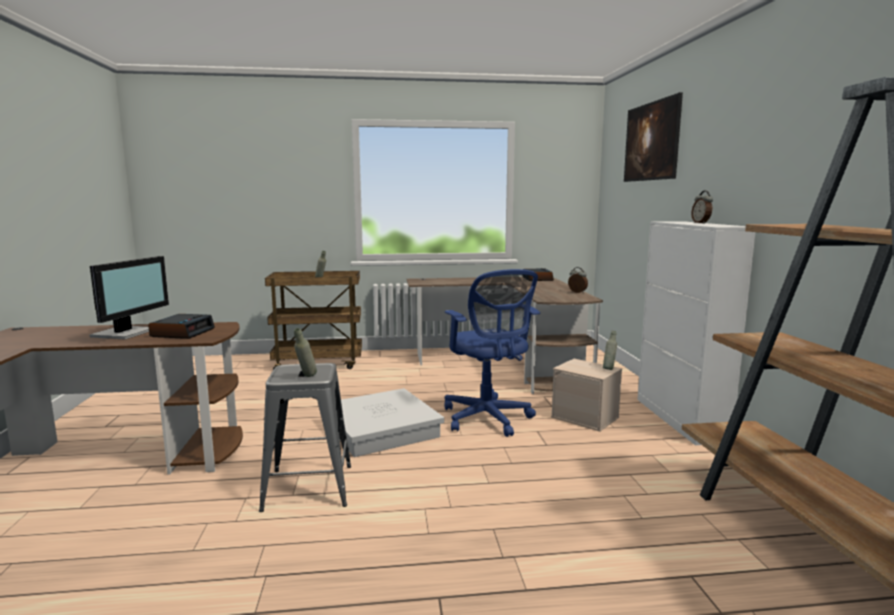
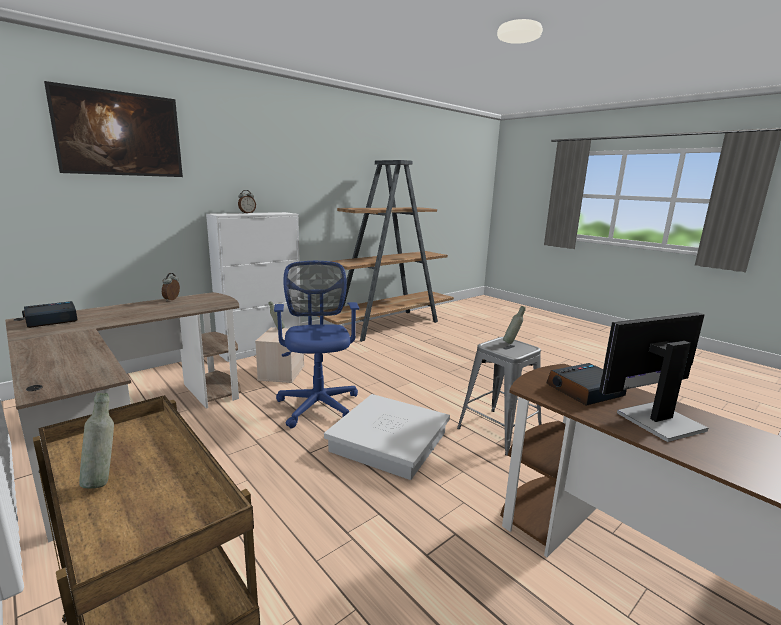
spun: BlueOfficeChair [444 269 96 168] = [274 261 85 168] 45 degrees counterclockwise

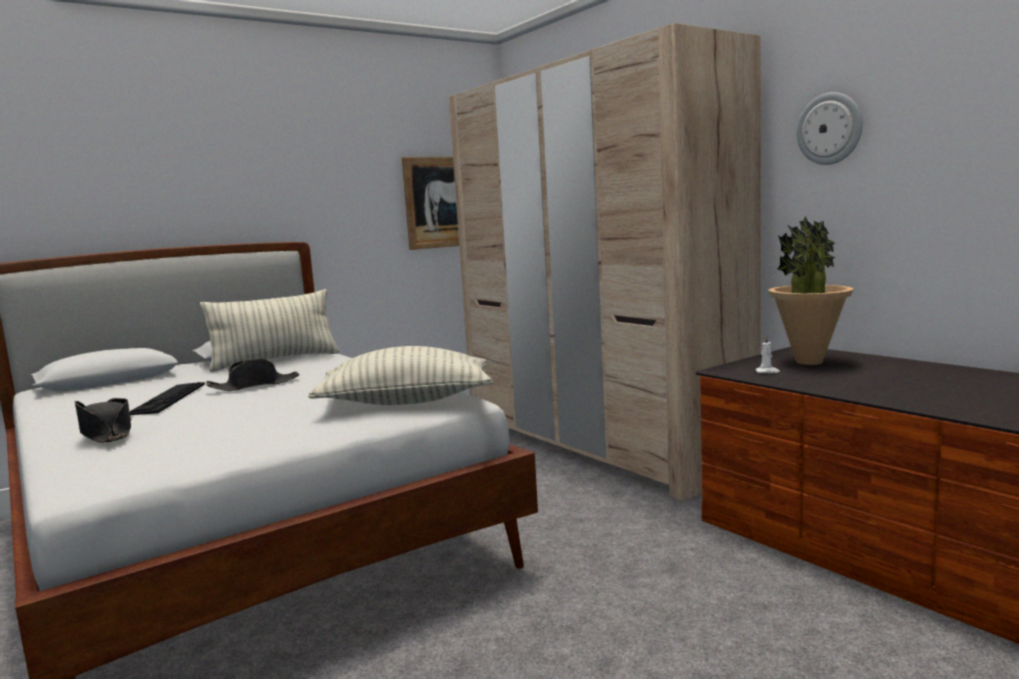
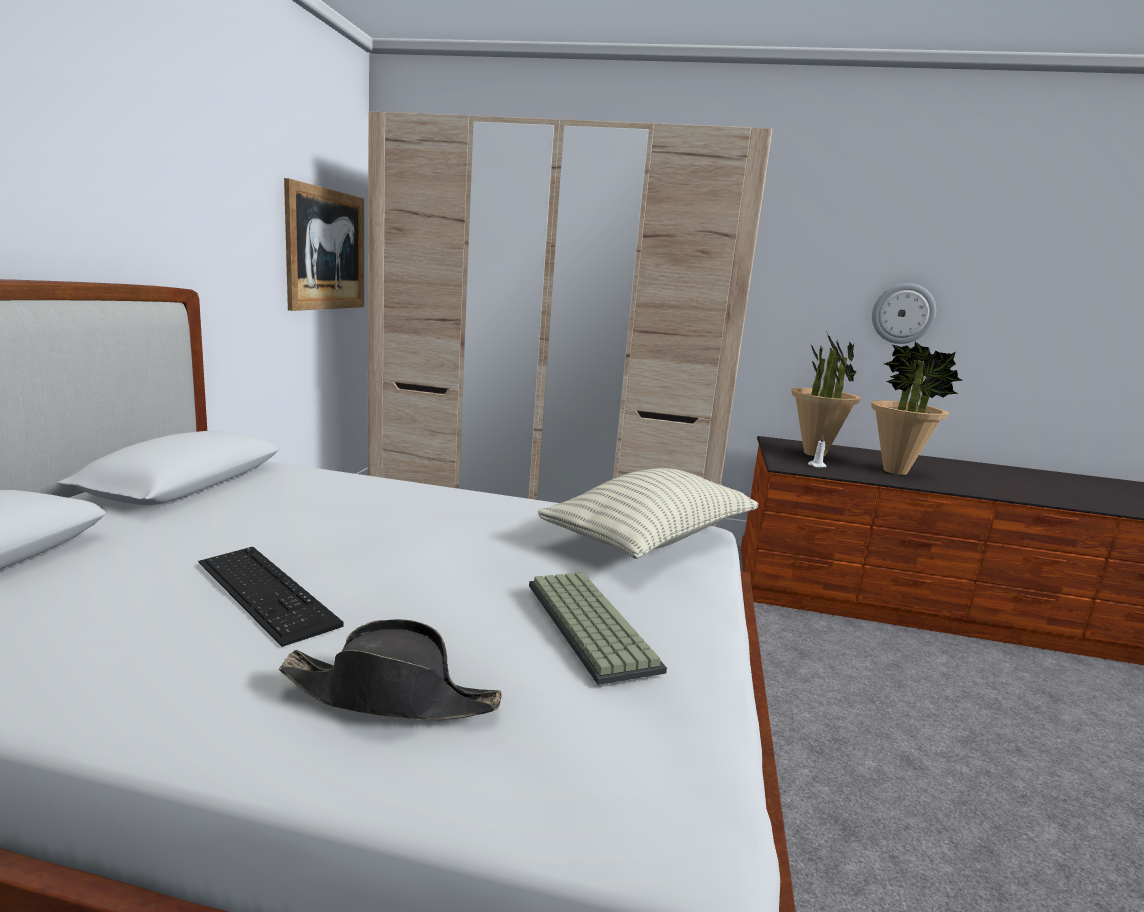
missing: Pillow [200 289 139 83]; BlackHat [206 359 93 32]
appeared: Keyboard [529 572 138 113]; PottedPlant [871 342 91 133]
relocated: WallClock [797 92 65 73] to [872 283 64 61]

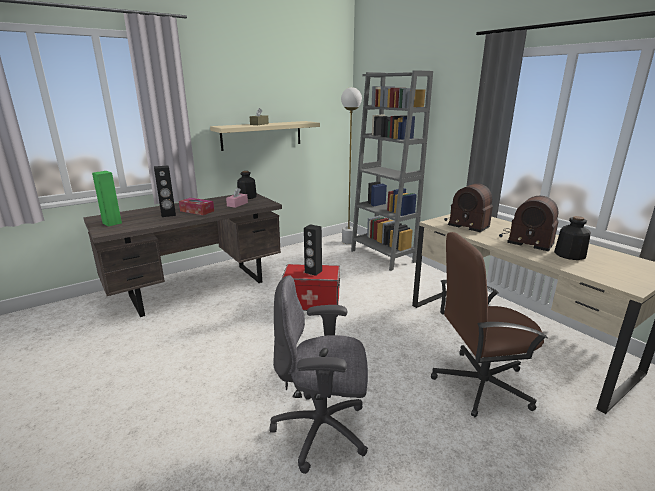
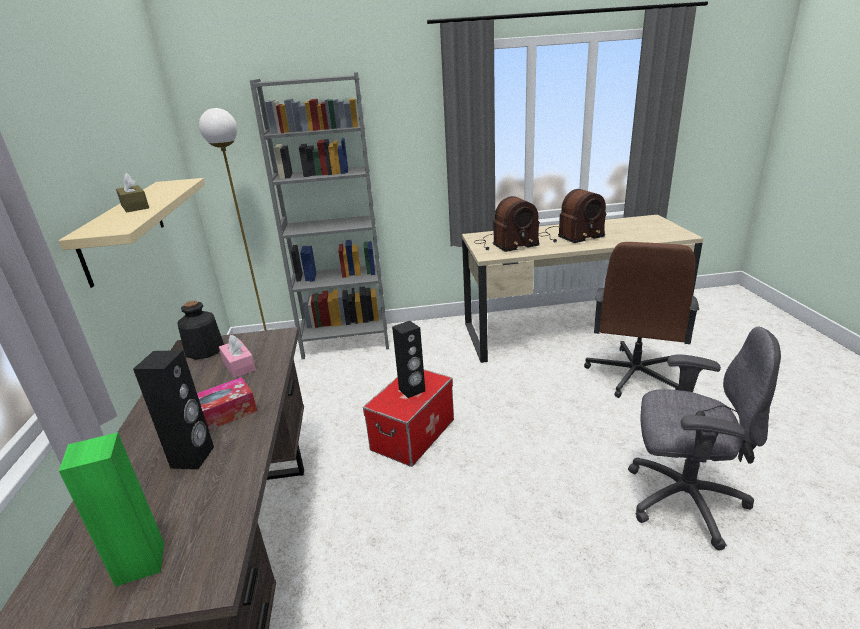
missing: Bottle [554 216 37 44]
spun: GreyOfficeChair [269 275 99 199] = [628 327 153 223] 105 degrees counterclockwise

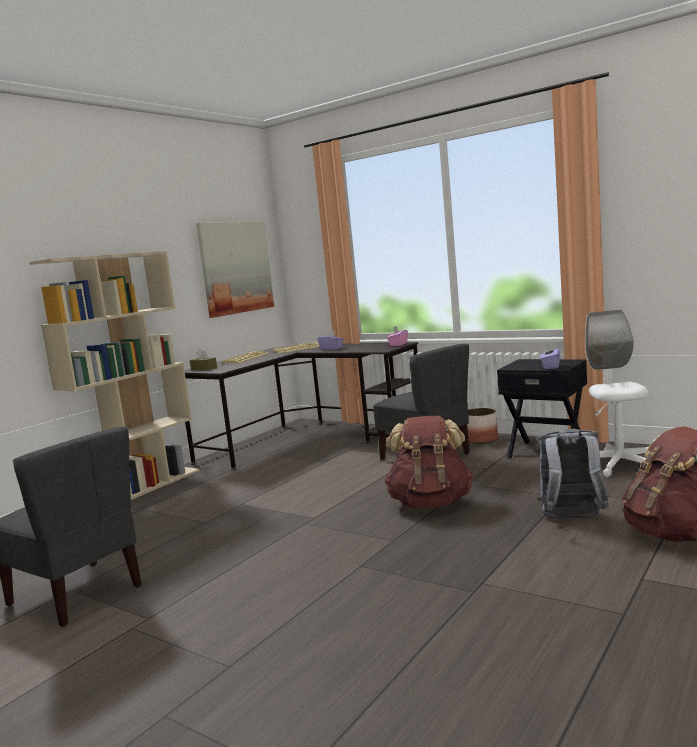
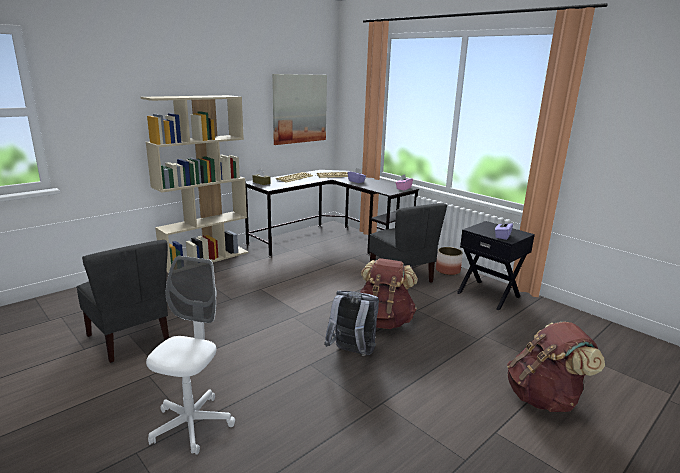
relocated: WhiteOfficeChair [585 310 64 167] to [146 256 89 199]; GreyBackpack [537 429 73 89] to [324 291 55 65]

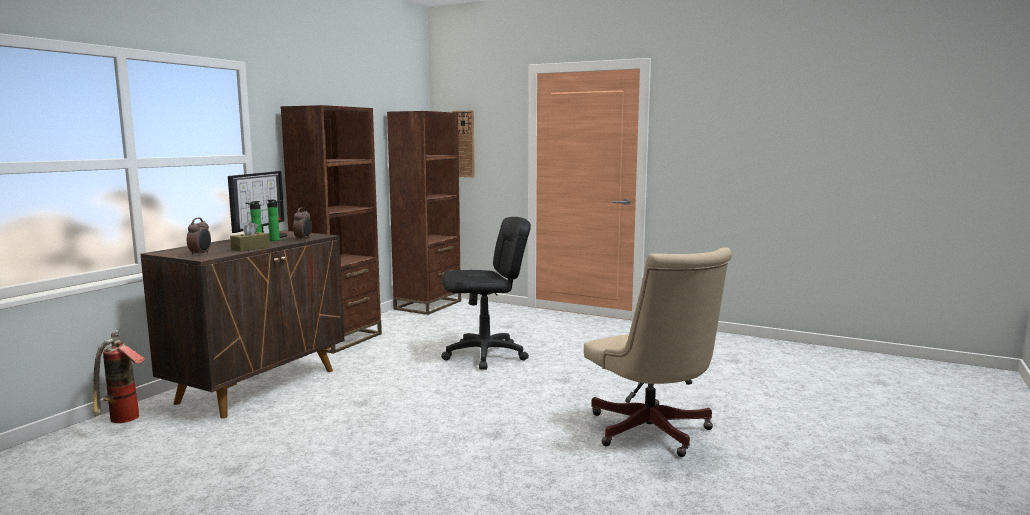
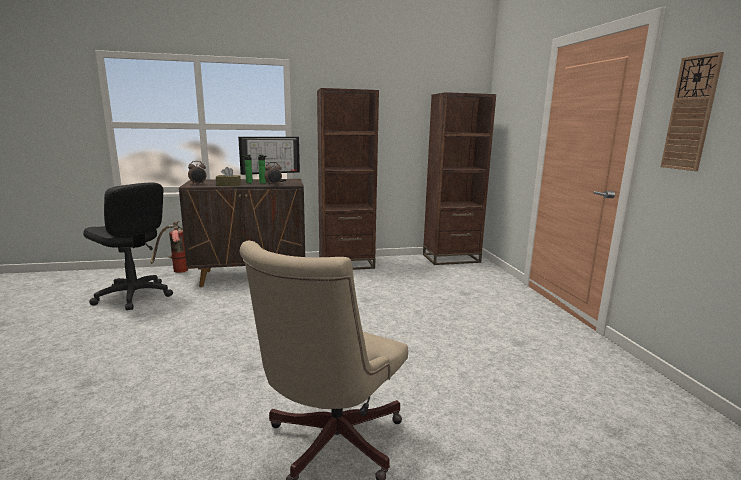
relocated: BlackOfficeChair [441 217 90 153] to [83 182 90 128]; WallClock [452 110 23 67] to [661 52 63 119]

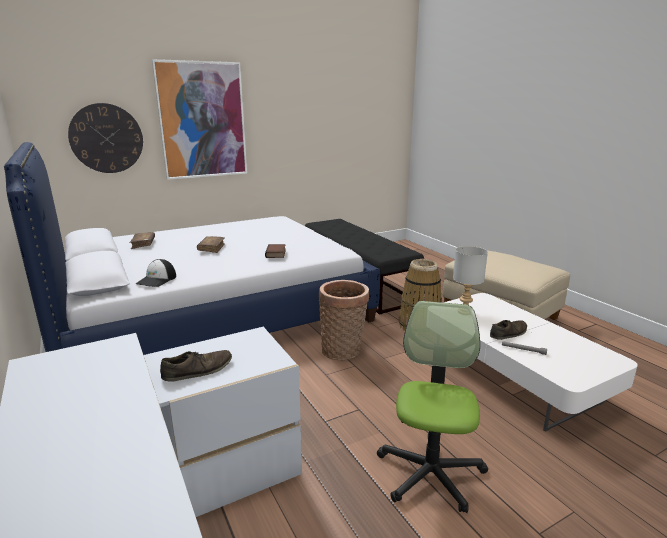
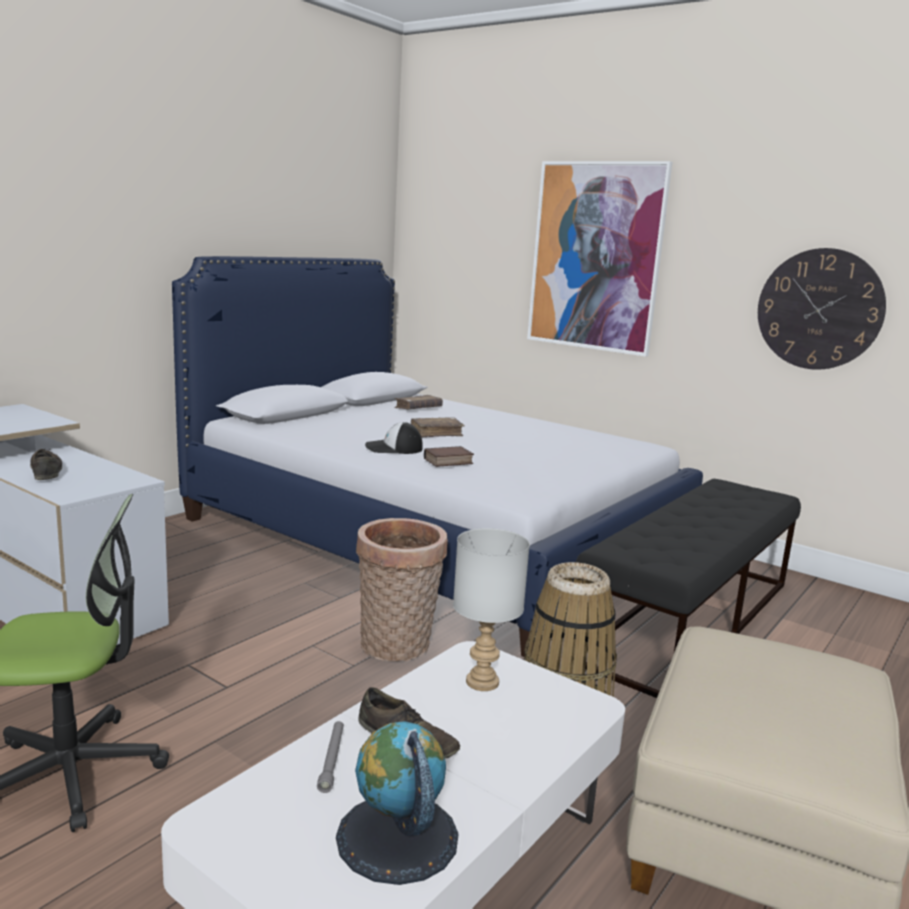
appeared: Globe [336 721 123 164]
relocated: Cap [136 259 40 28] to [365 422 58 32]; WallClock [68 103 75 70] to [758 248 128 122]
spun: BrownShoe [160 350 72 32] = [30 449 32 31] 150 degrees counterclockwise

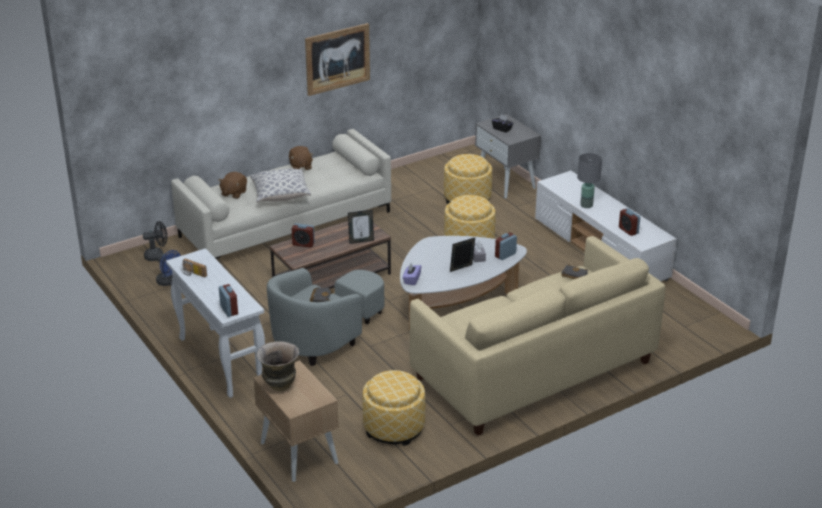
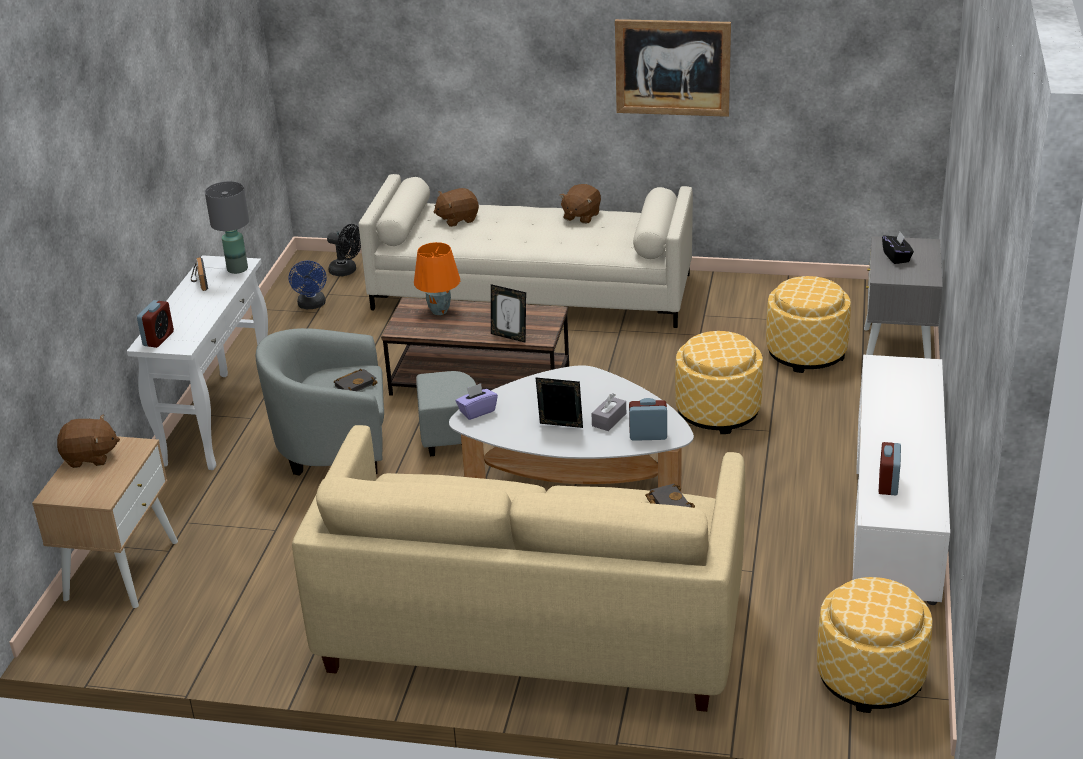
missing: Pillow [250 168 61 35]
relocated: GreyTableLamp [577 153 25 55] to [205 181 44 93]; Ottoman [363 370 62 76] to [817 577 116 136]
exchanged: Vase [257 341 42 50] to BrownPlushToy [57 415 63 53]; AlarmClock [292 223 23 25] to OrangeTableLamp [414 242 46 73]

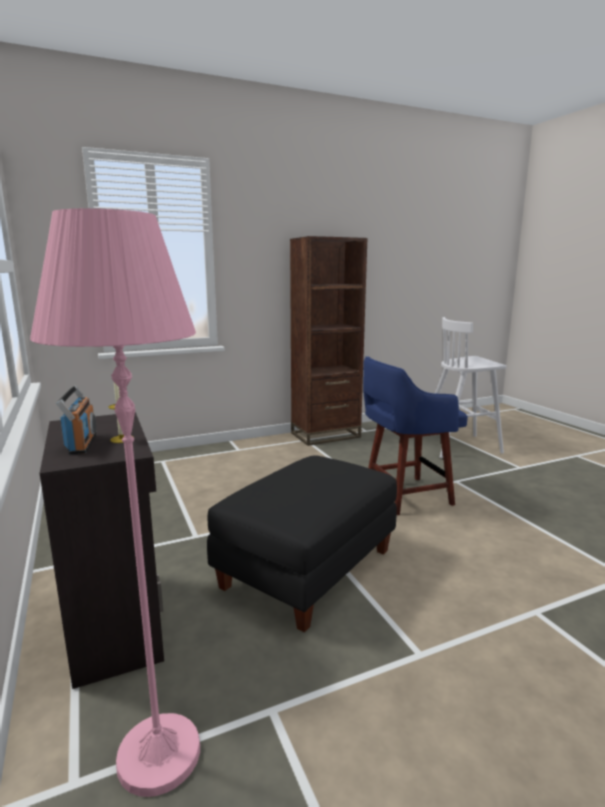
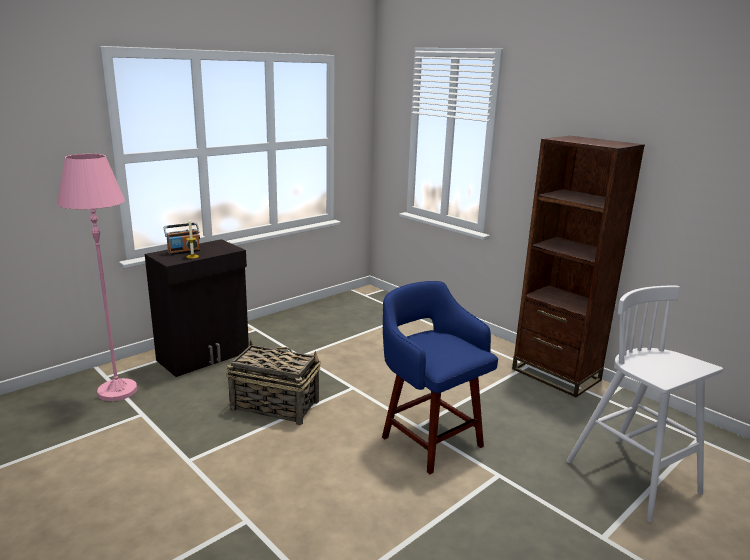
exchanged: BlackOttoman [207 455 190 177] to Basket [226 340 95 85]

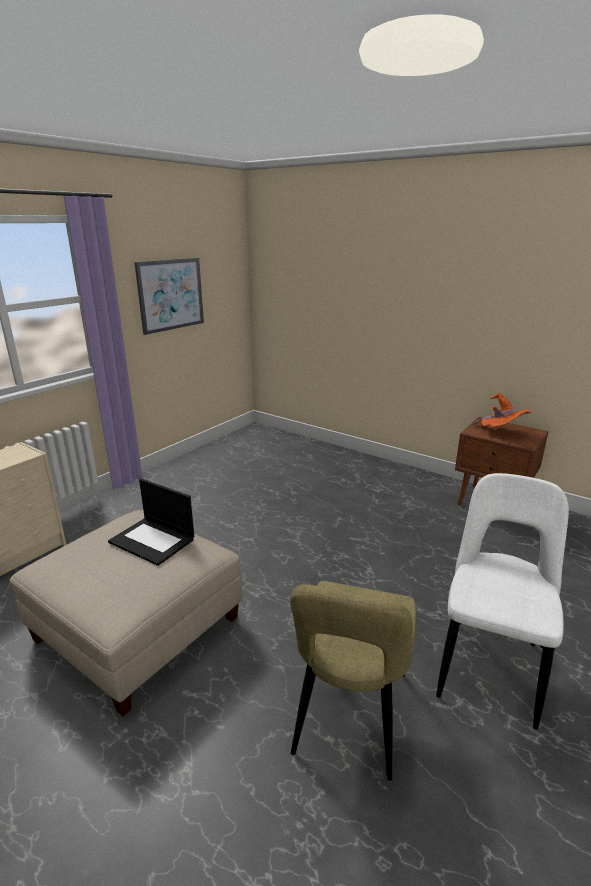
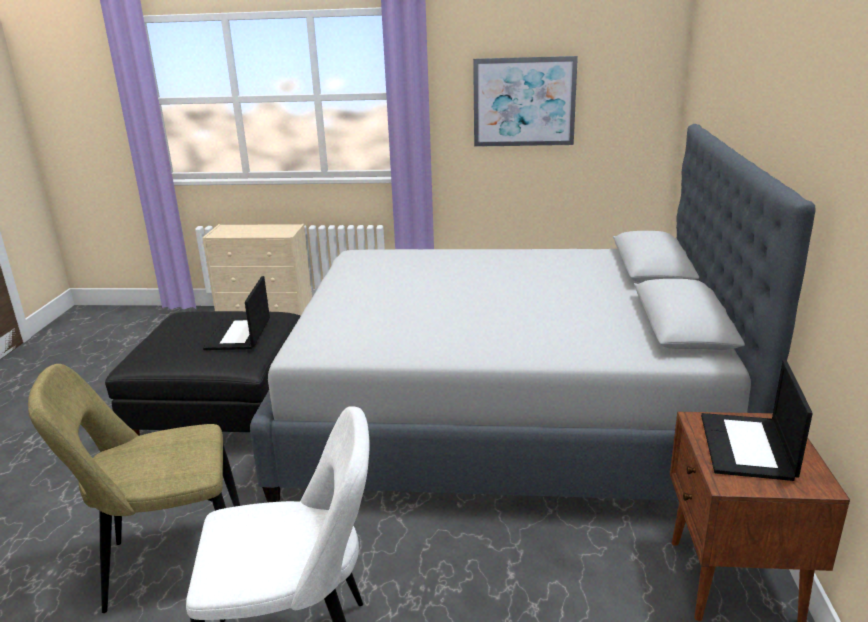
appeared: GreyBed [250 124 565 378]
exchanged: OrangeHat [472 392 60 35] to Laptop [701 360 112 121]
colour: BeigeOttoman [10 510 232 206] to BlackOttoman [105 311 195 125]

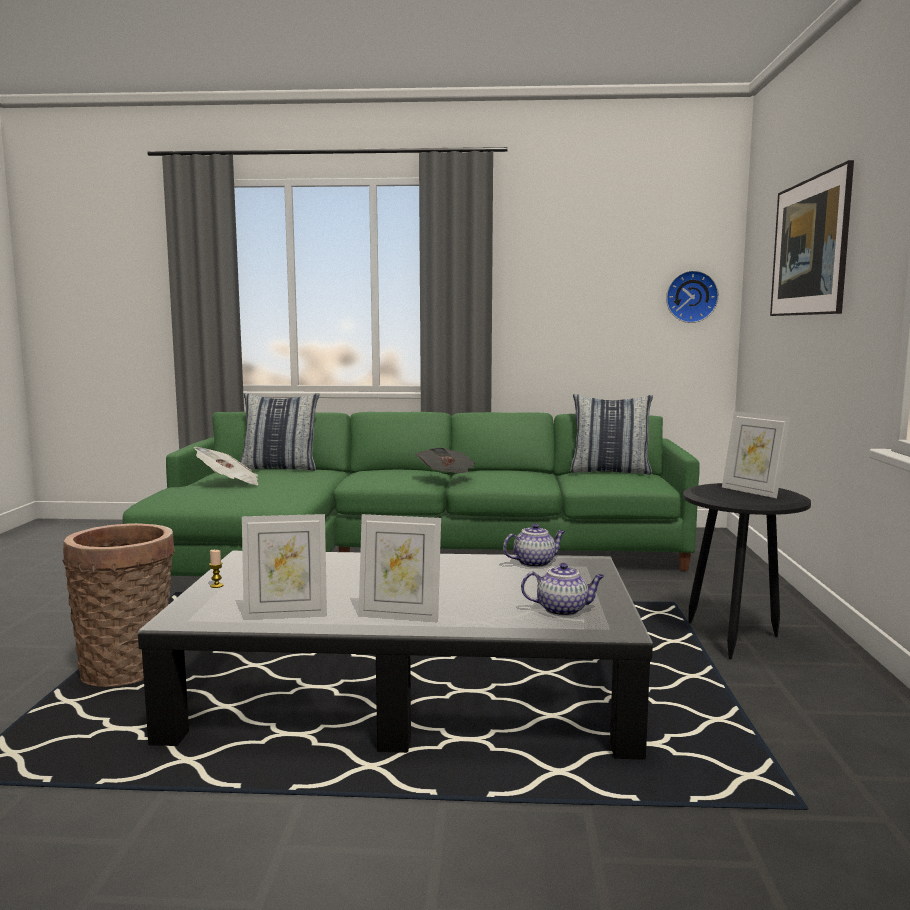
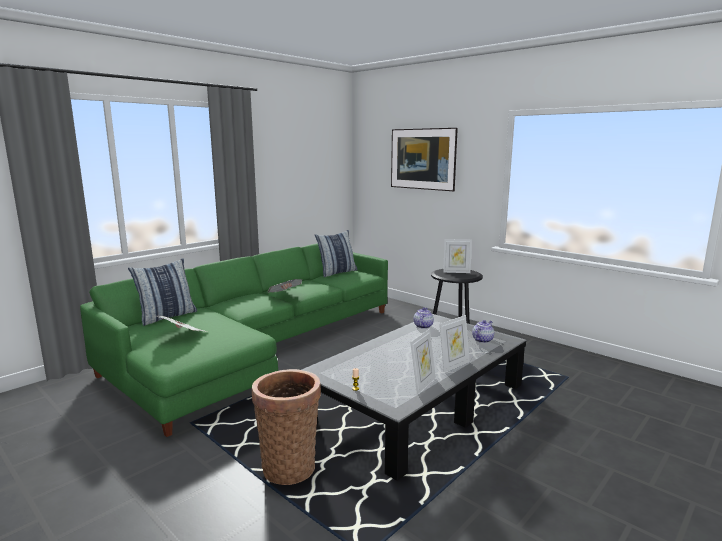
missing: WallClock [666 270 53 53]

